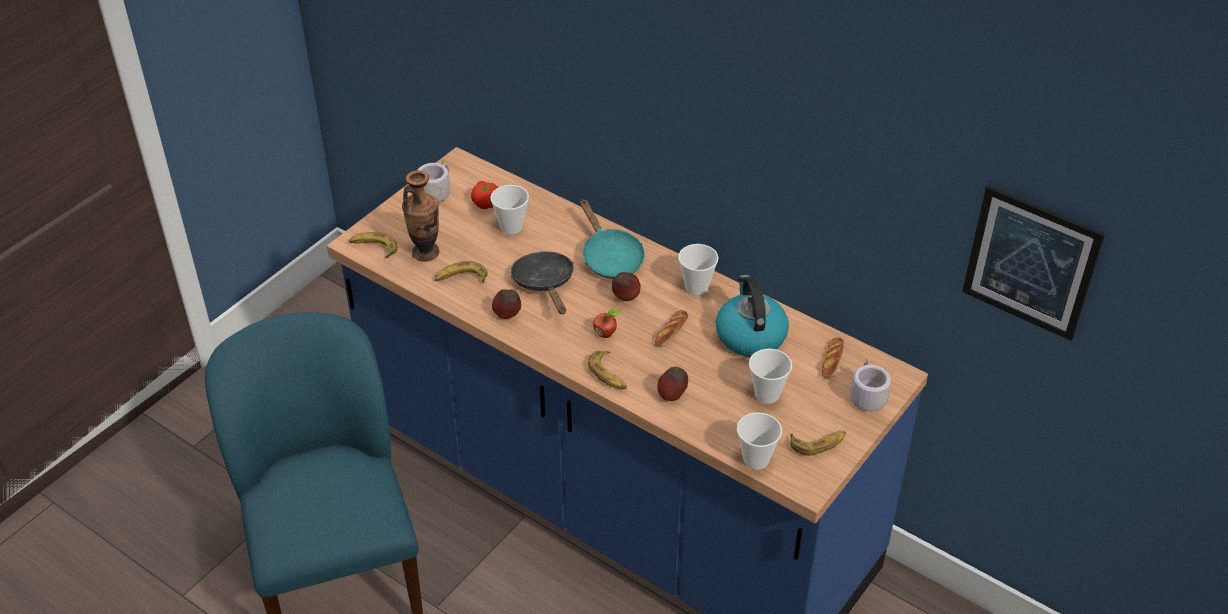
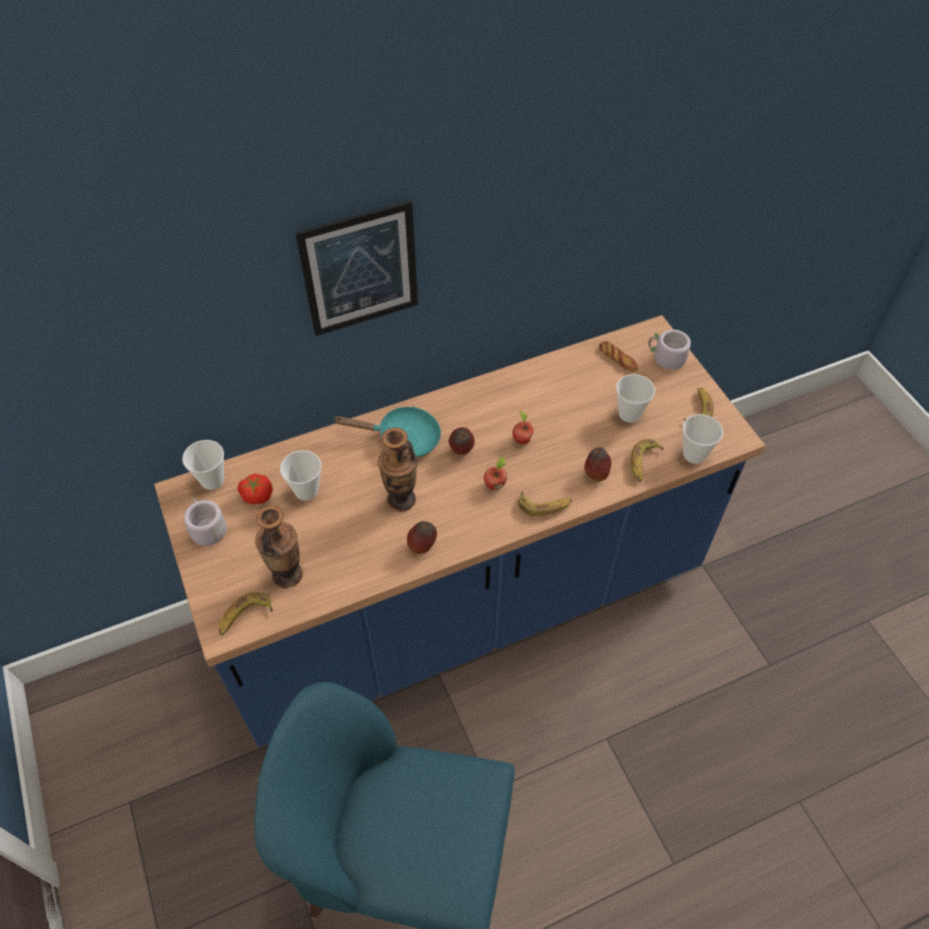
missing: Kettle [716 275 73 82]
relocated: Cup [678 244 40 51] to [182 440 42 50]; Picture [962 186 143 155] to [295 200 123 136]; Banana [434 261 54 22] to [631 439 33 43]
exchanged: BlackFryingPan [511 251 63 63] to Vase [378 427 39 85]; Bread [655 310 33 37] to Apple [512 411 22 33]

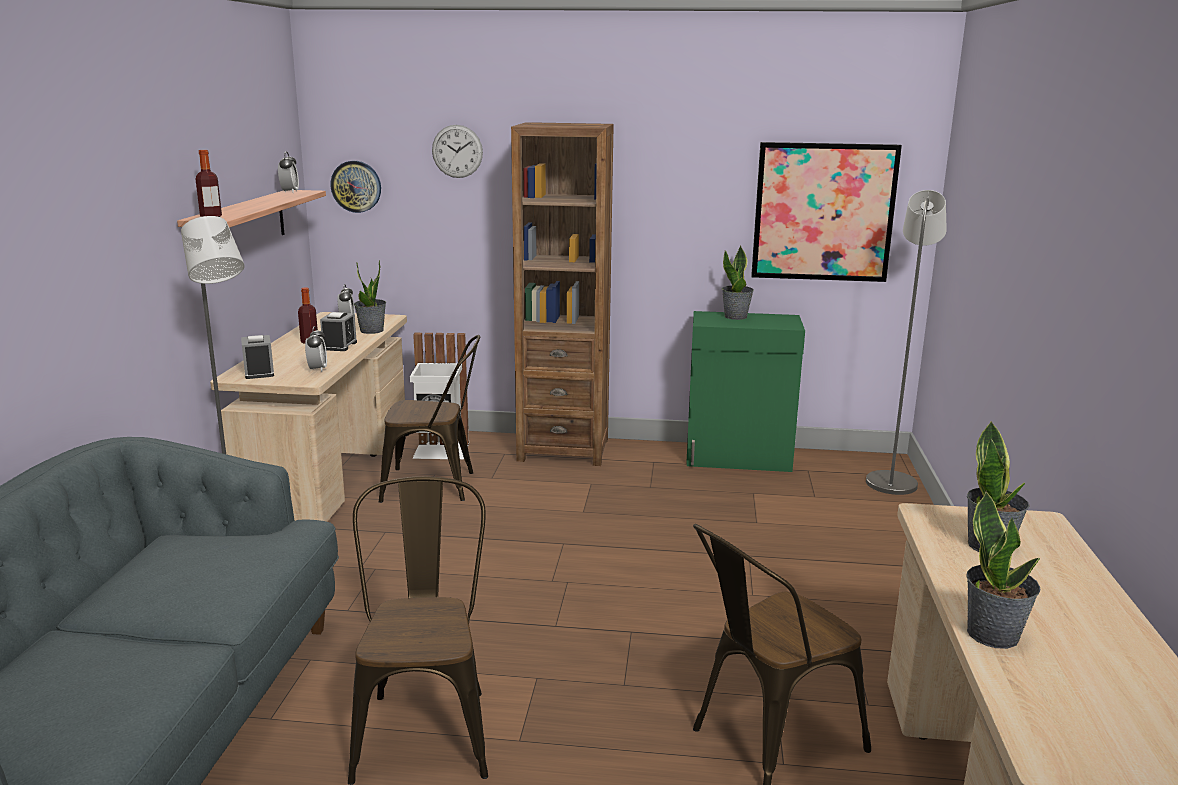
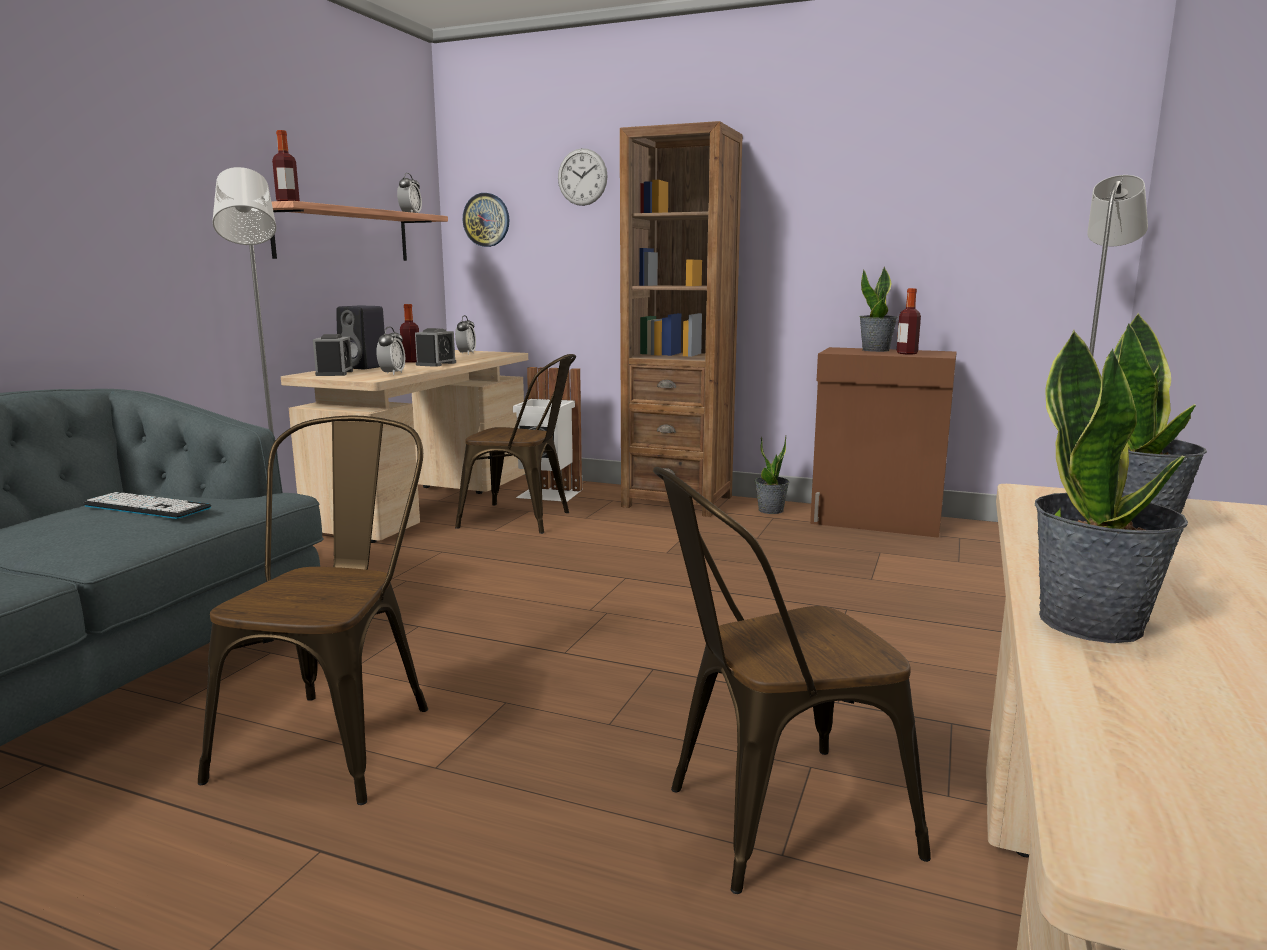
missing: Picture [751 142 151 140]
appeared: Keyboard [83 492 128 27]; BlackSpeaker [336 305 49 64]; Bottle [897 288 24 66]
relocated: PottedPlant [354 260 32 74] to [755 436 35 78]
colour: GreenCabinet [686 311 119 161] to BrownCabinet [810 347 147 191]

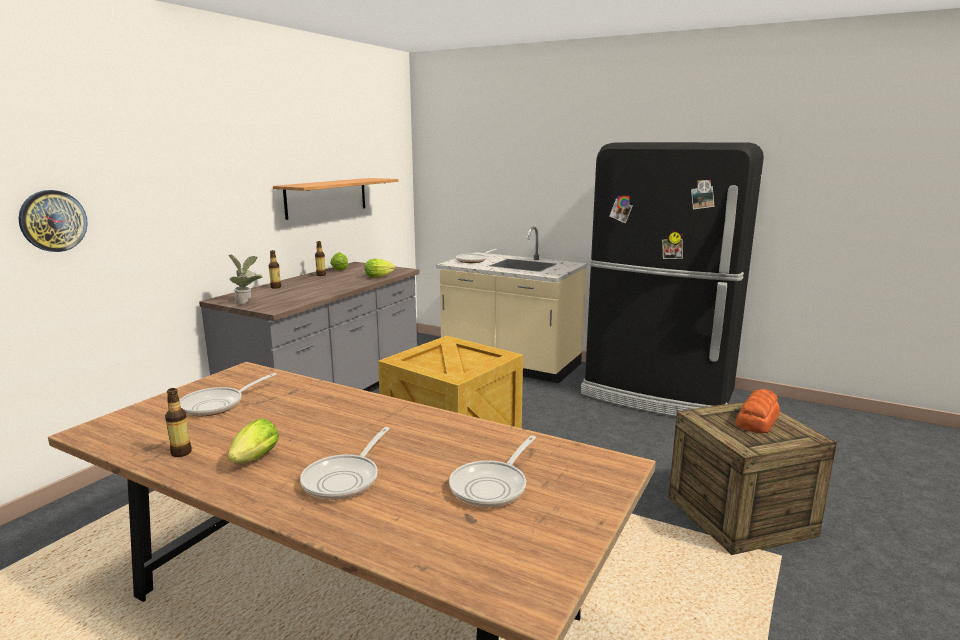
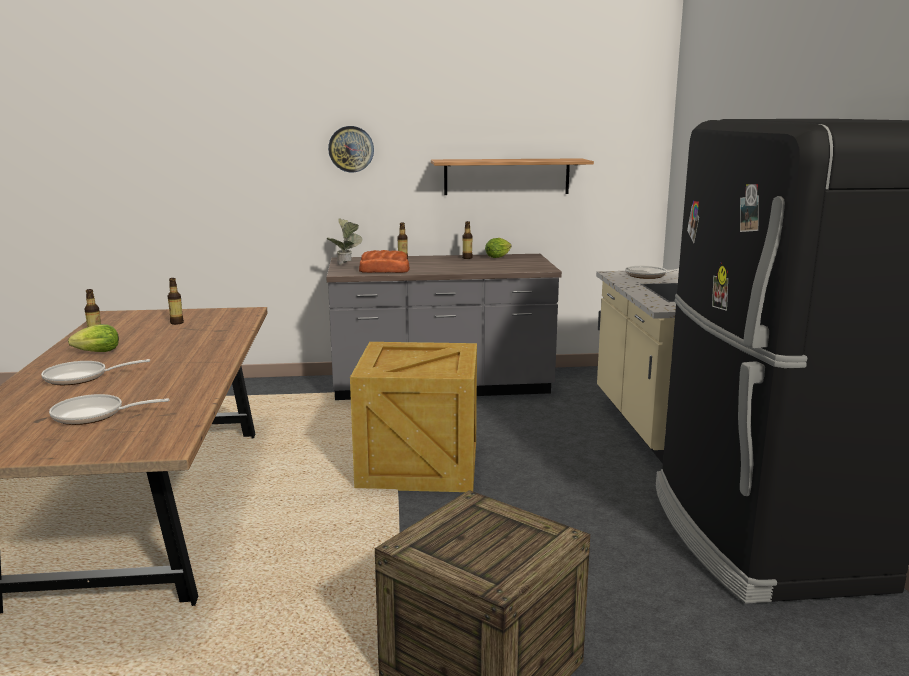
missing: Lettuce [365 259 30 19]
relocated: WallClock [19 190 69 62] to [328 126 46 46]; Bread [735 389 45 44] to [359 250 51 23]
exchanged: FryingPan [180 373 97 43] to Bottle [168 278 16 47]

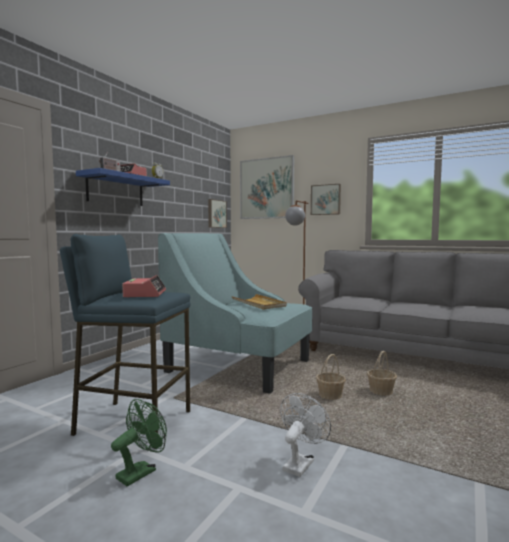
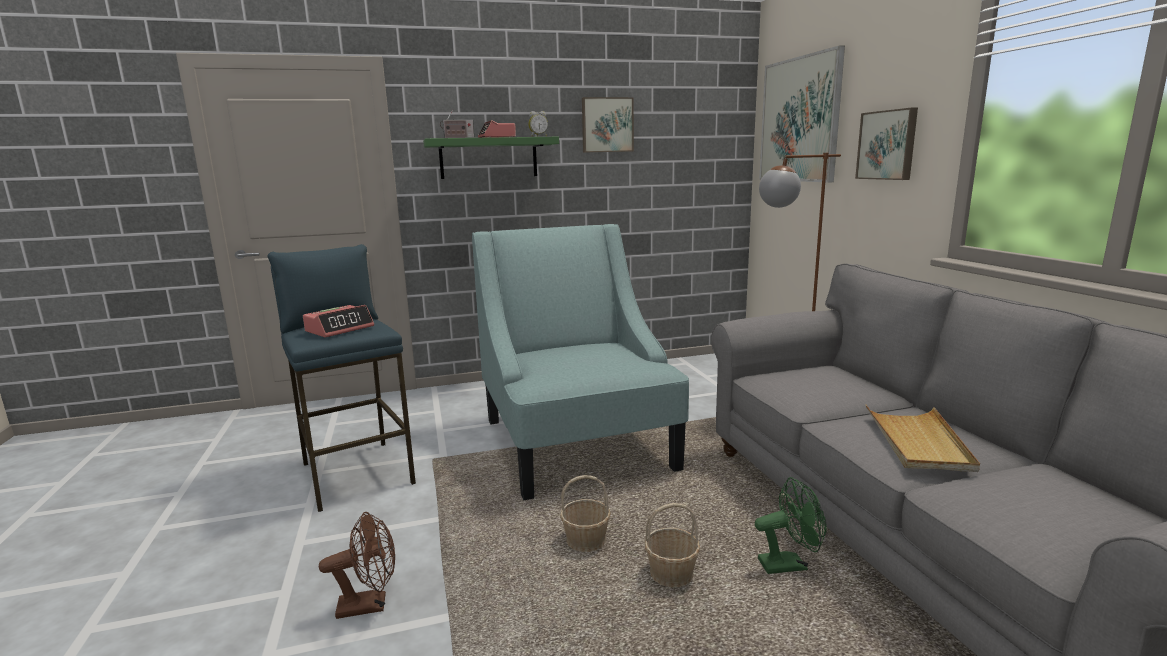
relocated: Picture [208 199 19 29] to [582 97 52 56]; GreenFan [111 399 56 88] to [755 477 72 97]; BeigeTray [231 294 56 16] to [865 404 115 68]
colour: WhiteFan [280 393 51 84] to BrownFan [319 512 76 107]; BlueShelf [76 168 94 38] to GreenShelf [423 137 136 42]

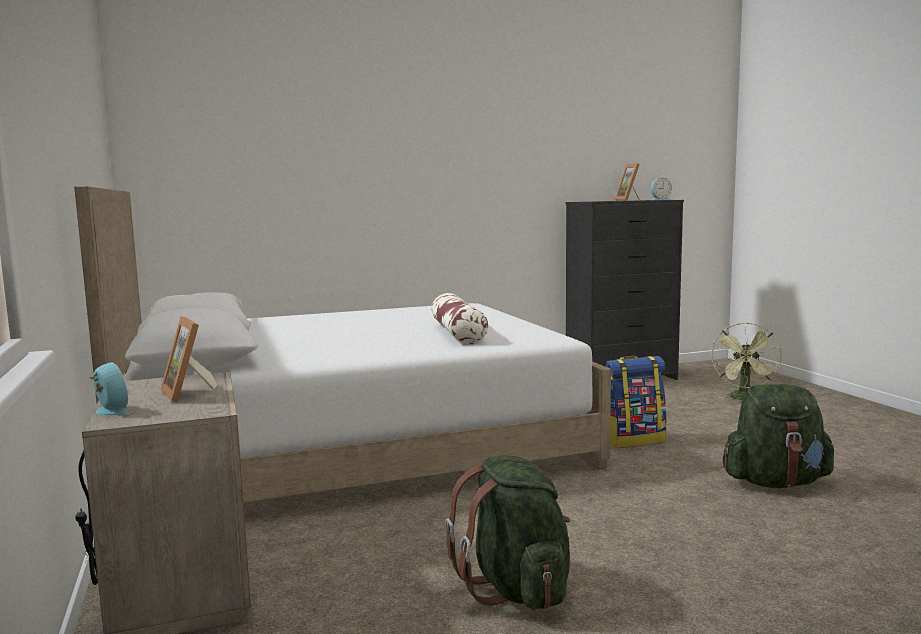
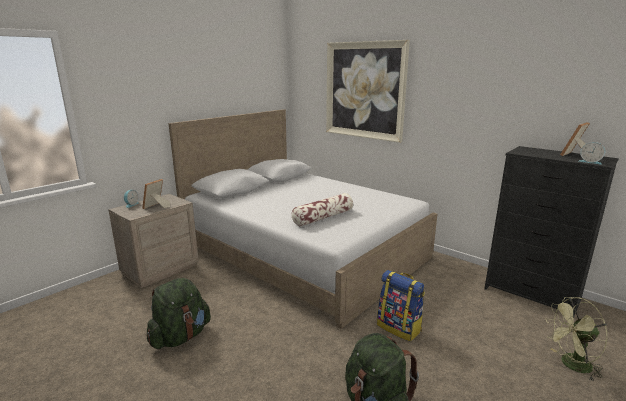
appeared: Picture [326 40 84 103]

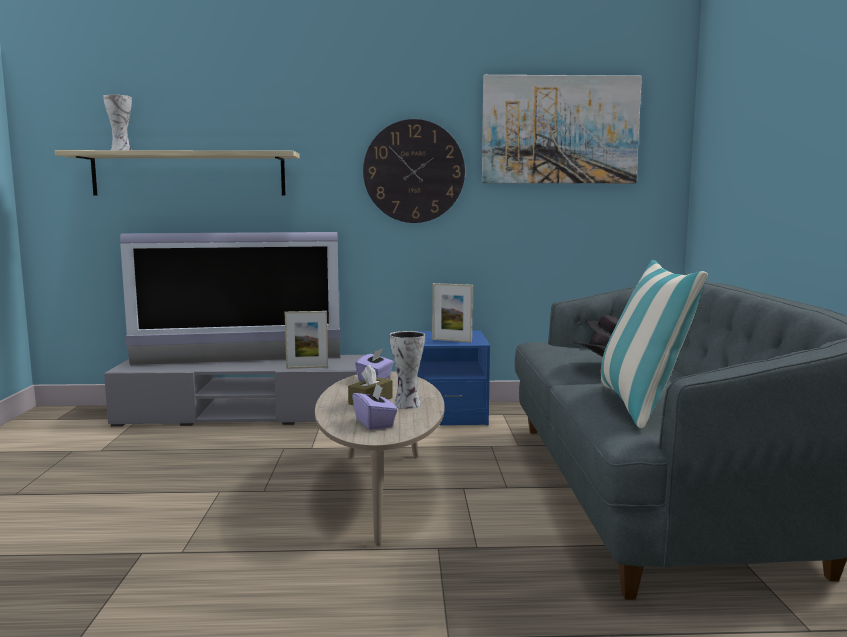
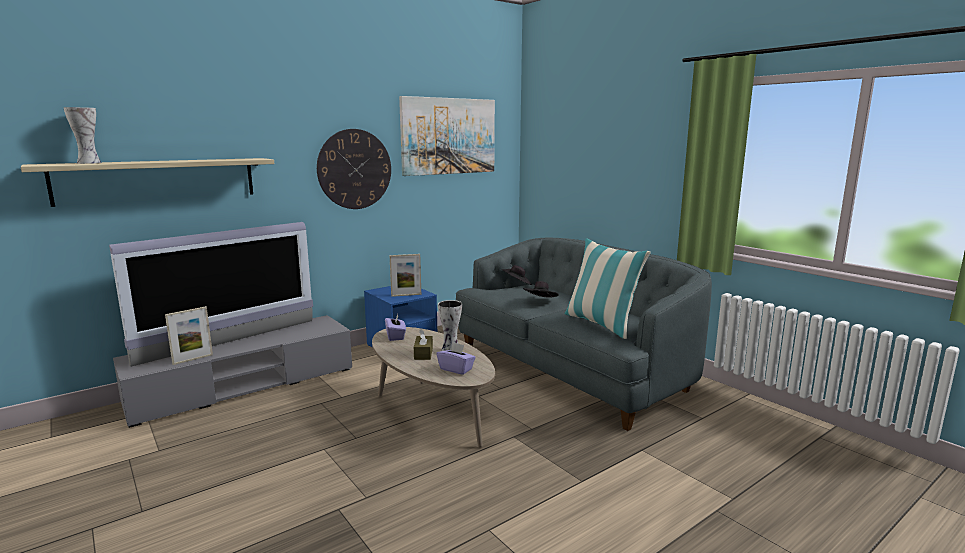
relocated: PictureFrame [285 311 43 58] to [165 306 48 59]

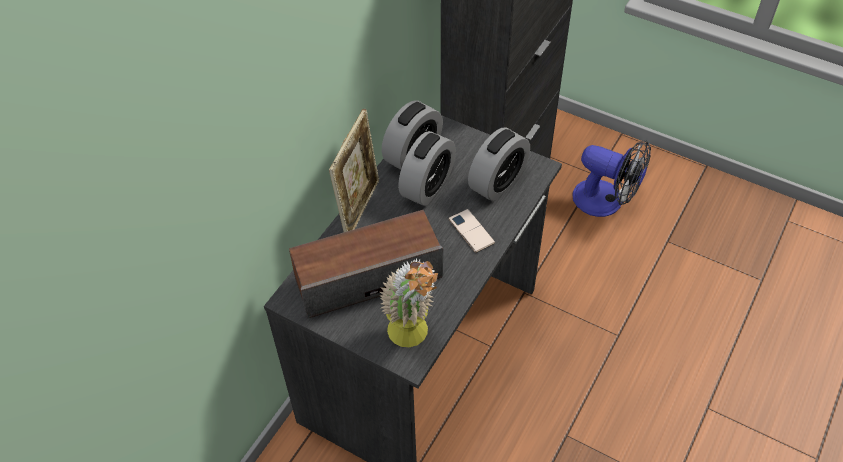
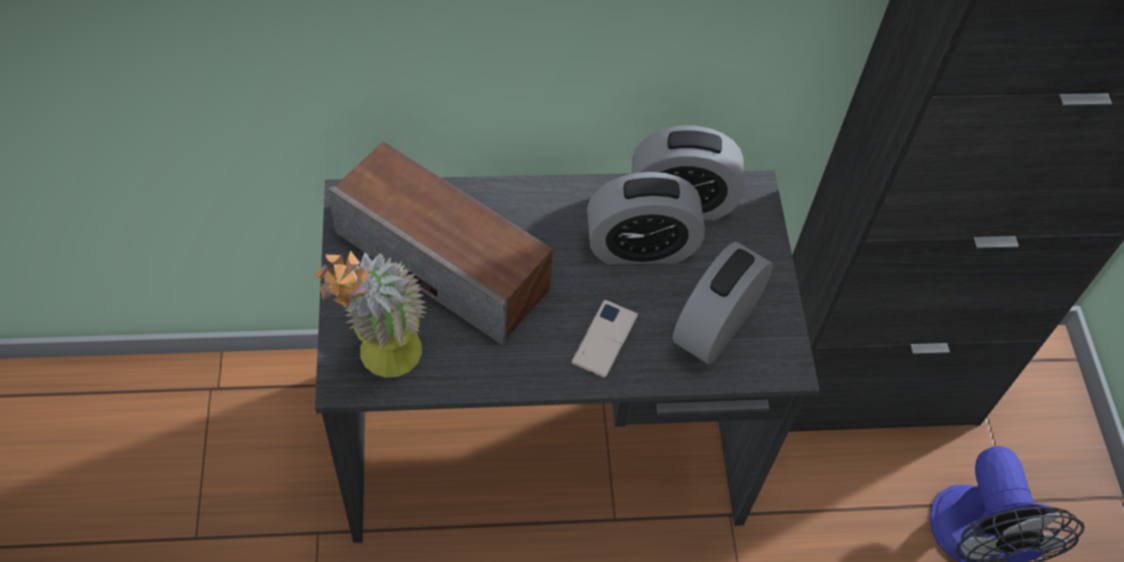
missing: PictureFrame [329 109 50 123]
spun: AlarmClock [468 128 62 73] = [673 241 100 123] 120 degrees clockwise

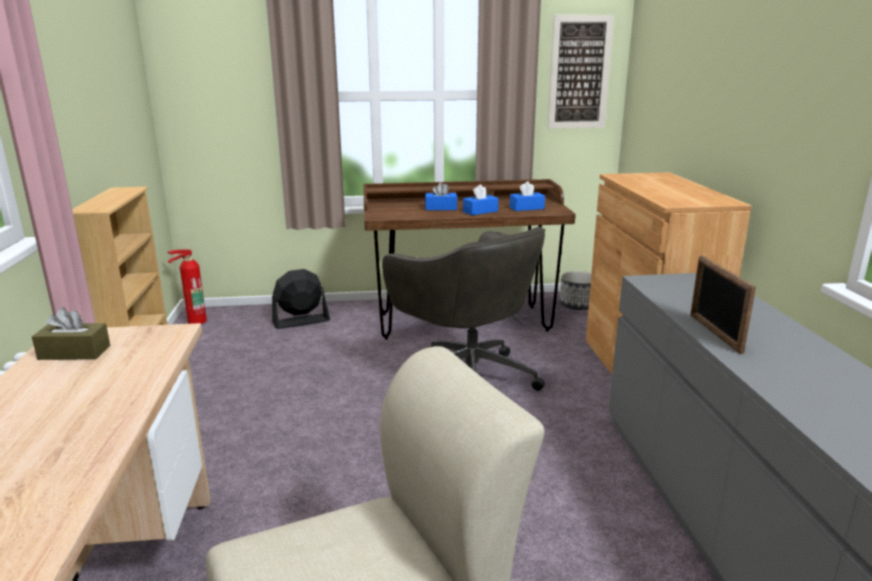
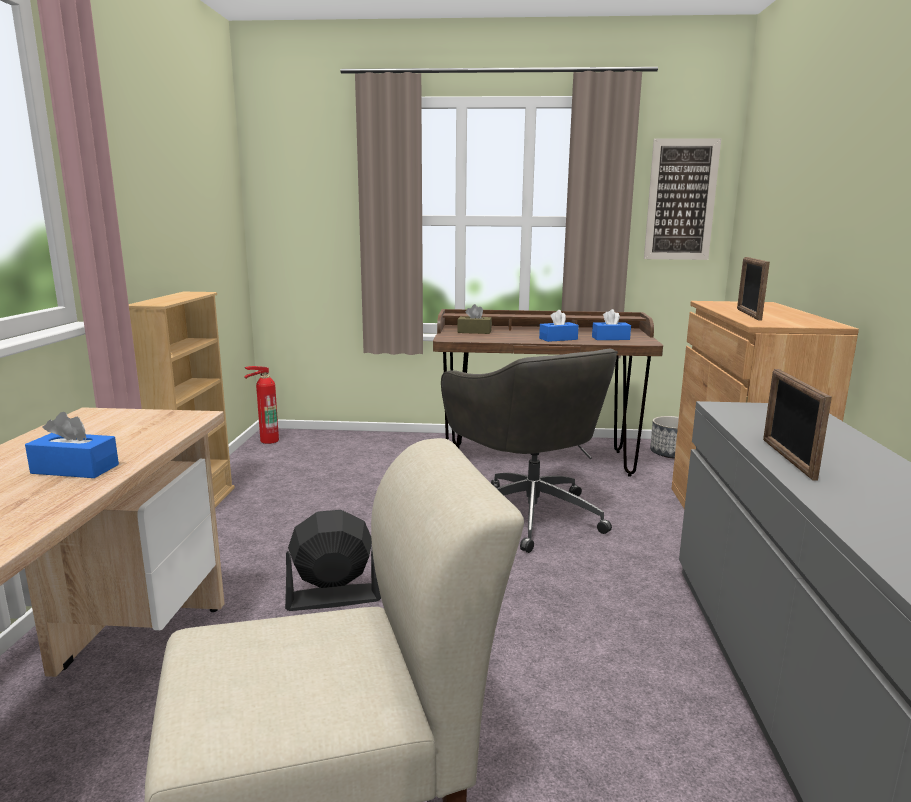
appeared: PictureFrame [737 257 33 63]
relocated: BlueTissueBox [425 182 32 28] to [25 412 94 66]; BlackFan [272 269 58 60] to [285 510 96 101]; BrownTissueBox [32 307 78 53] to [457 304 35 30]

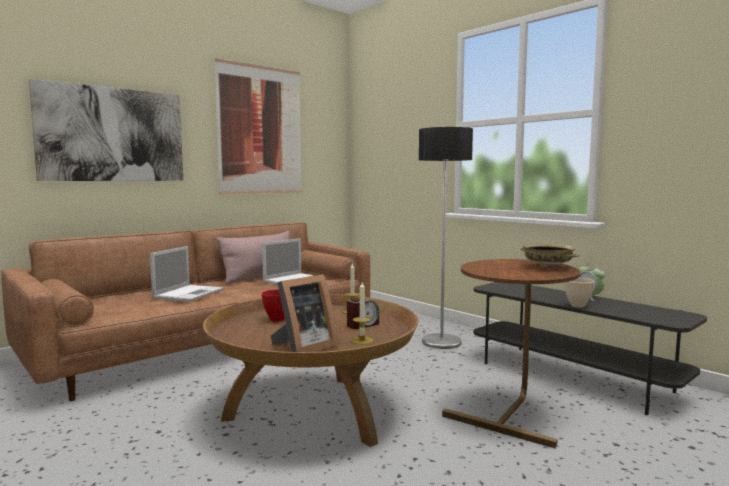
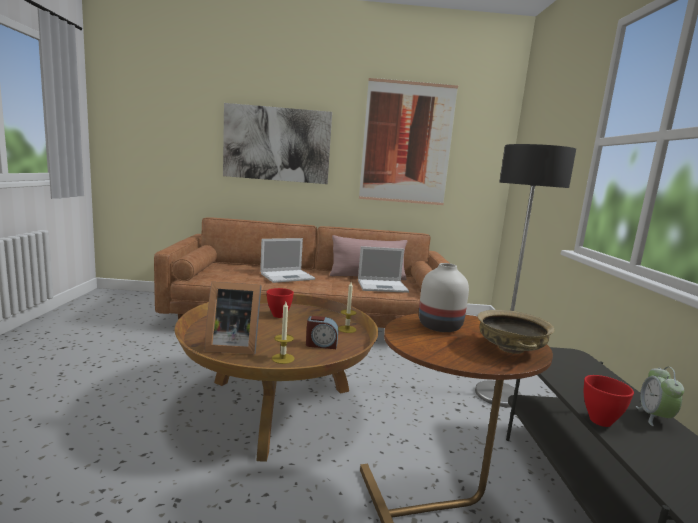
appeared: WhiteVase [419 263 50 69]
colour: BeigeBowl [564 278 31 30] to RedBowl [584 375 50 52]

